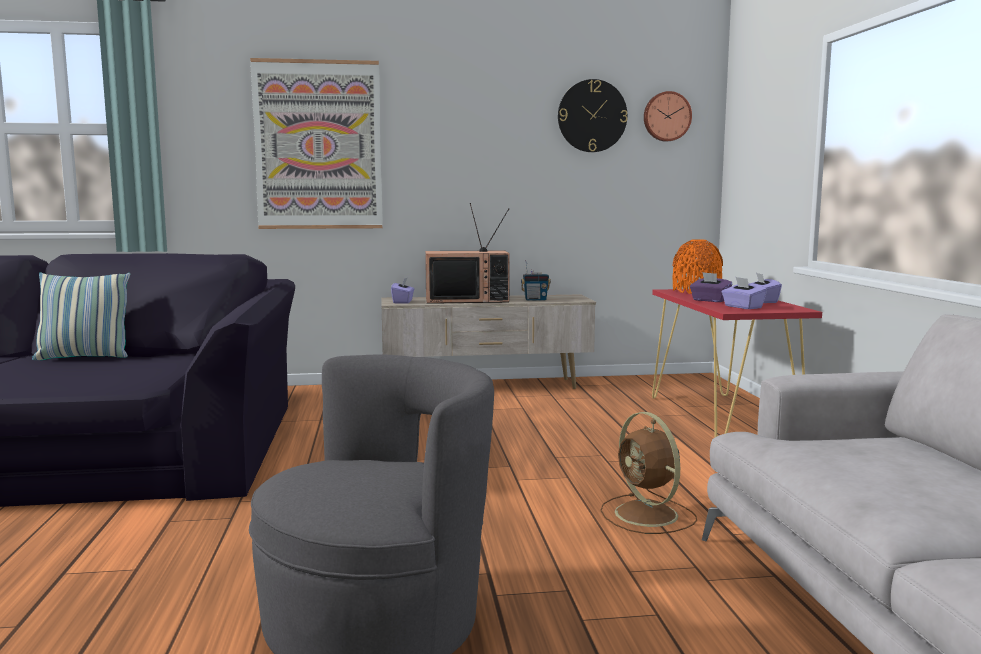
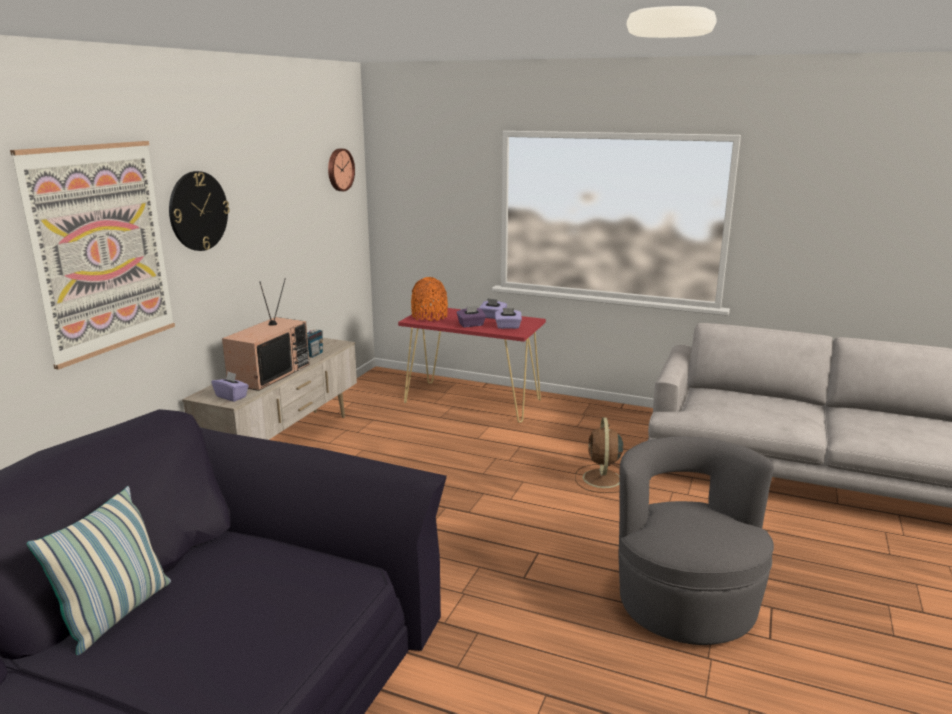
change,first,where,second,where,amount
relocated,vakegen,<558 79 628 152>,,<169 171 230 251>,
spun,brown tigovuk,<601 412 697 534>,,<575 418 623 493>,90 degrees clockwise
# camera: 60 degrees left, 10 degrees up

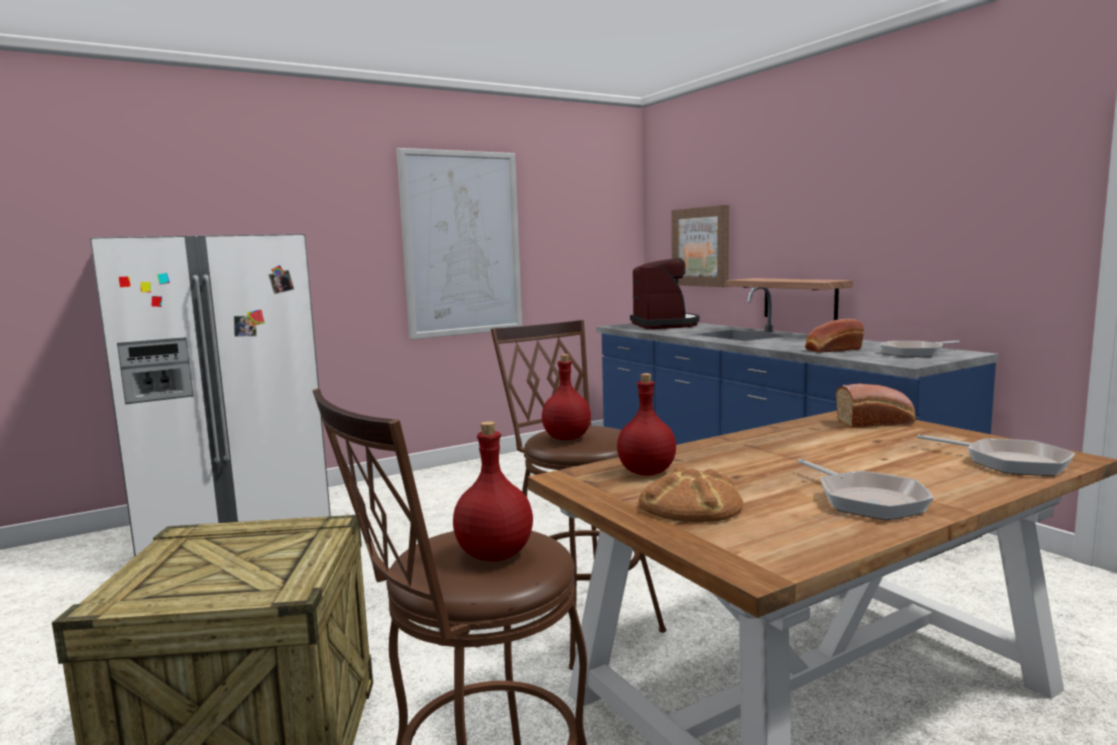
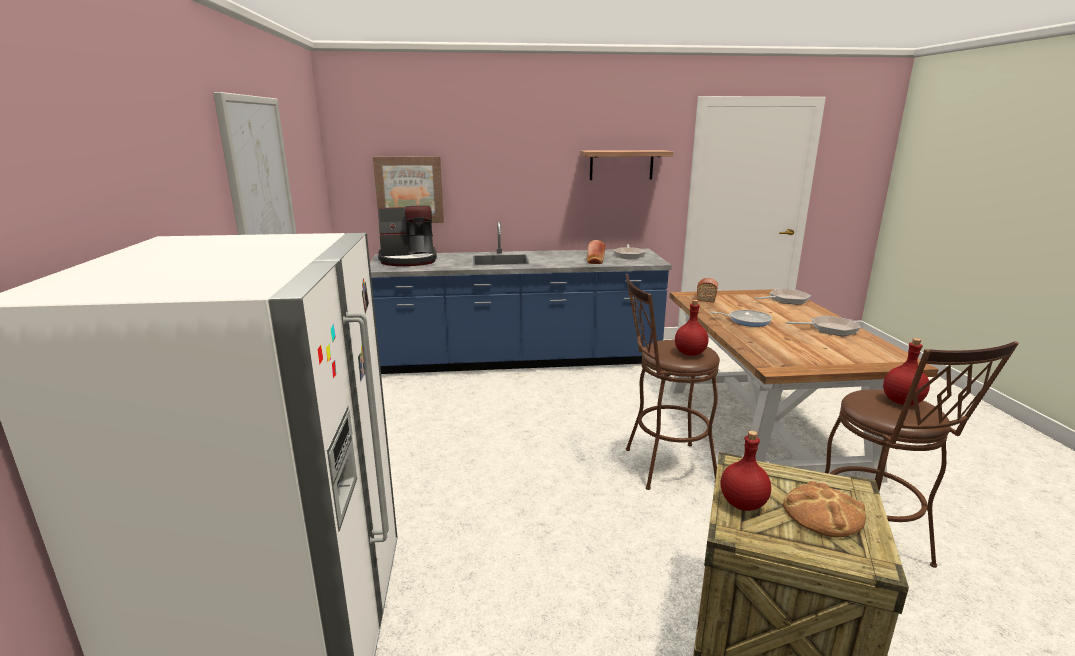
change,first,where,second,where,amount
spun,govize,<630 258 699 329>,,<378 205 437 266>,150 degrees clockwise
relocated,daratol,<727 278 853 320>,,<580 150 673 180>,
relocated,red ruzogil,<617 373 676 475>,,<721 431 771 511>,
relocated,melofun,<639 465 743 522>,,<783 481 866 538>,
appeared,,,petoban,<709 310 772 327>,
# camera: 65 degrees left, 10 degrees up

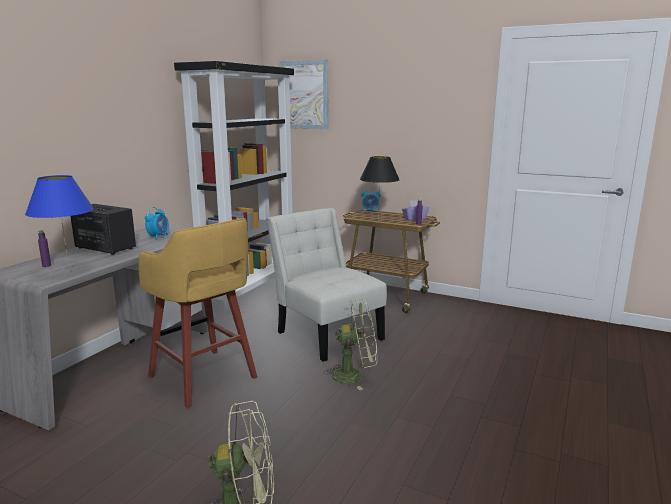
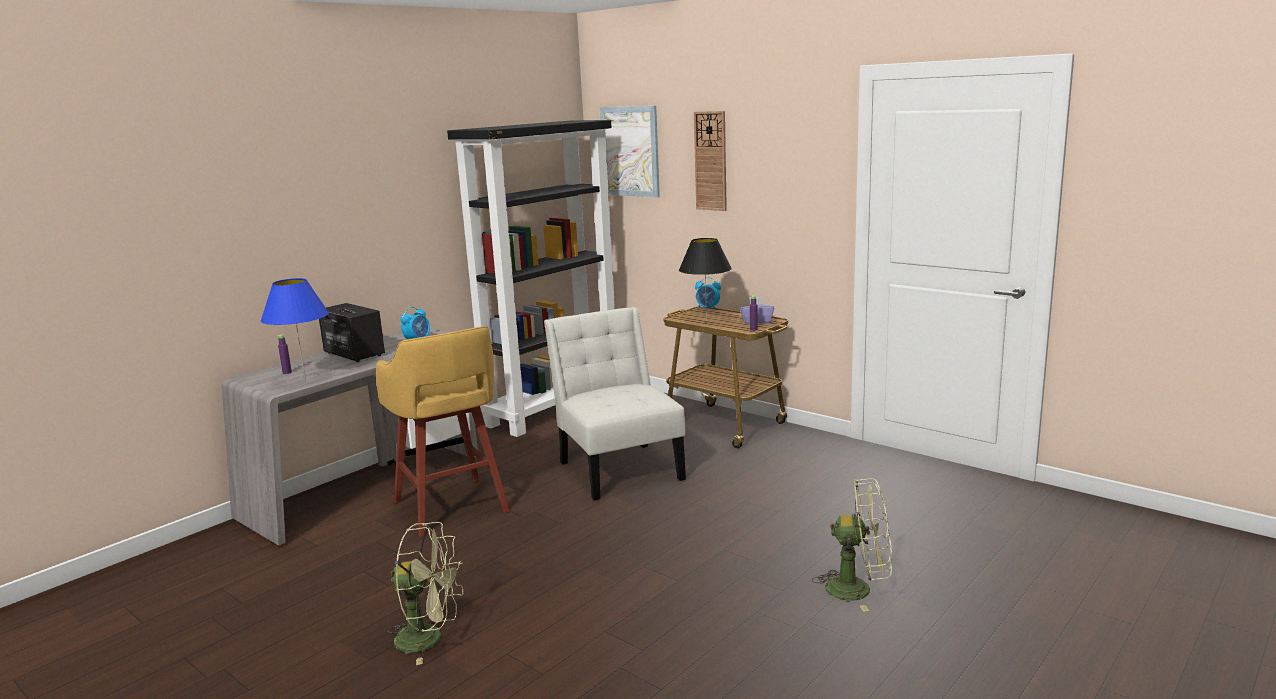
change,first,where,second,where,amount
relocated,green tigovuk,<323 299 377 390>,,<812 478 892 612>,
appeared,,,vakegen,<694 111 727 211>,
# camera: 15 degrees right, 0 degrees up

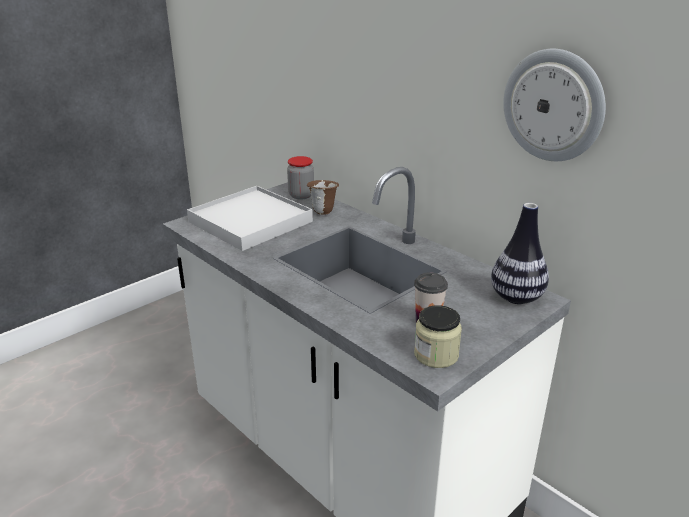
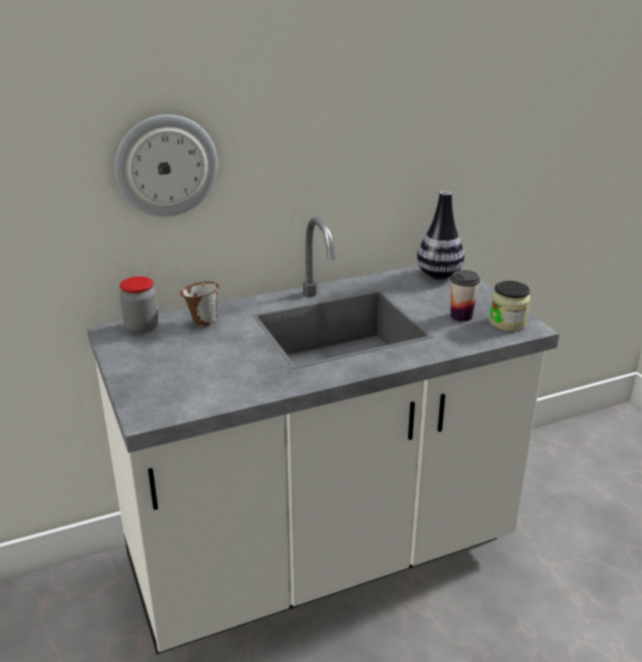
change,first,where,second,where,amount
relocated,vakegen,<503 49 606 161>,,<114 114 218 217>,
missing,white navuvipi,<187 186 313 251>,,,
# camera: 70 degrees left, 0 degrees up

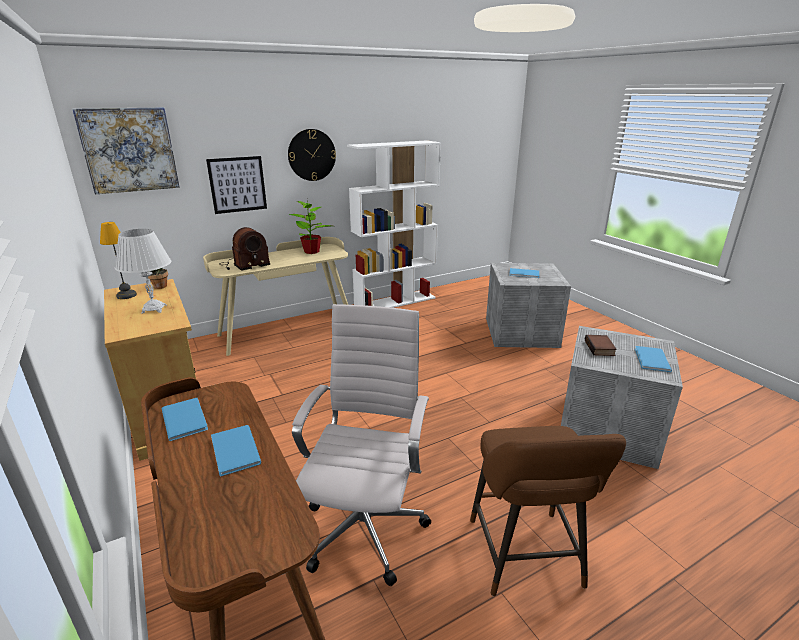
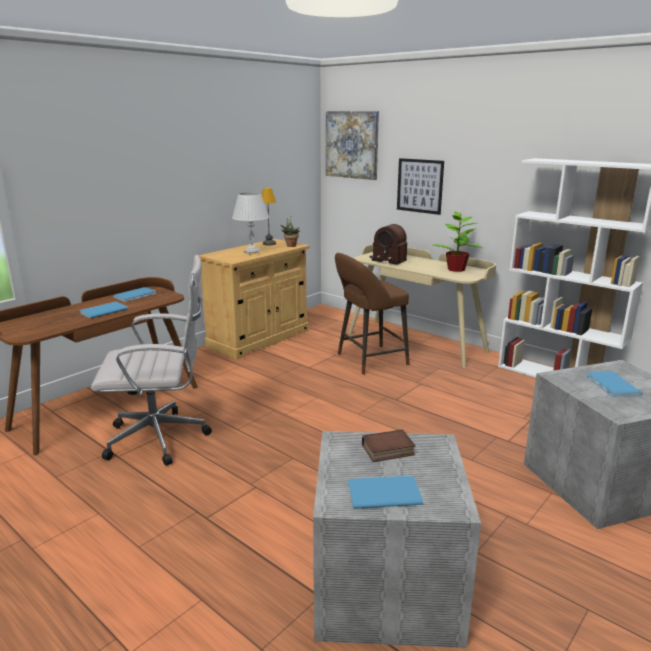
change,first,where,second,where,amount
missing,vakegen,<288 129 336 181>,,,
relocated,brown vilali,<470 426 626 596>,,<335 253 409 375>,
# camera: 70 degrees right, 5 degrees down

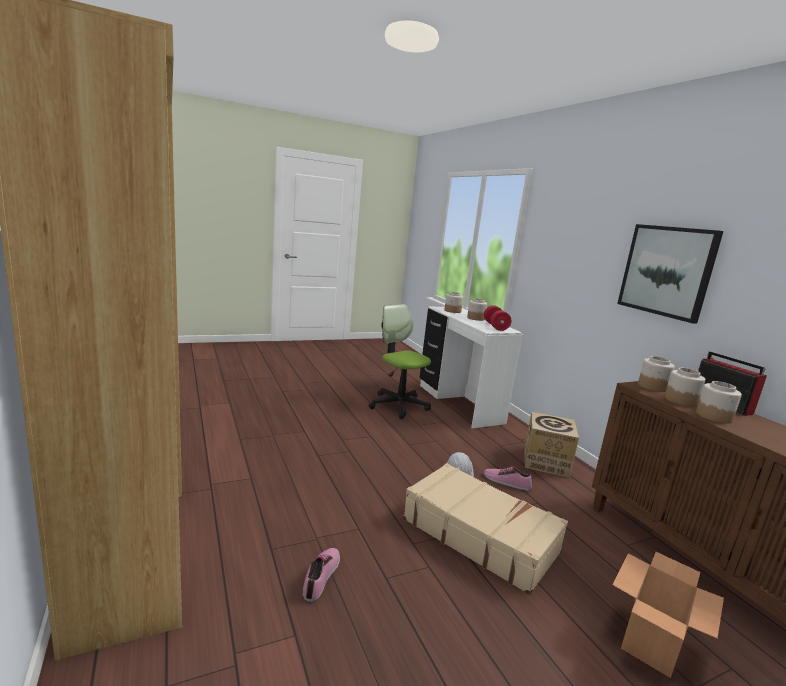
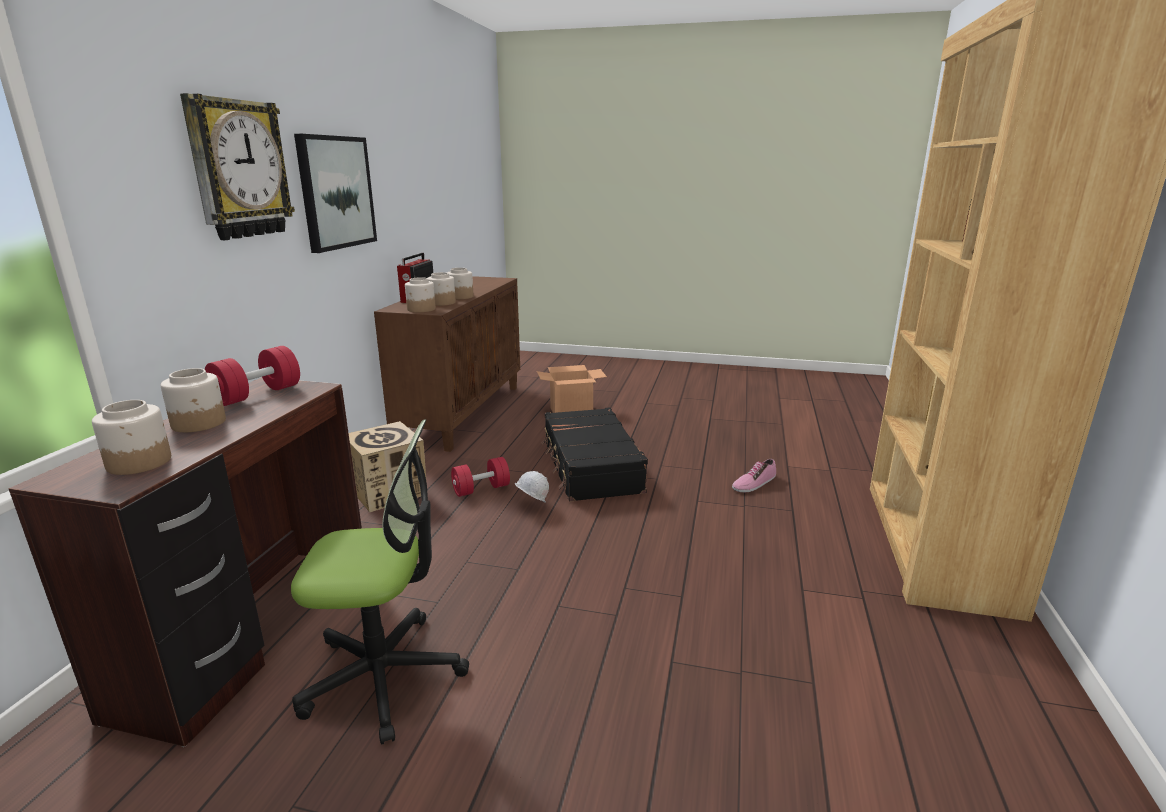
change,first,where,second,where,amount
spun,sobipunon,<369 304 431 419>,,<291 419 469 744>,90 degrees counterclockwise
colour,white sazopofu,<420 307 523 429>,brown sazopofu,<9 377 362 747>,
colour,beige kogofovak,<403 463 568 595>,black kogofovak,<542 407 648 502>,
exchanged,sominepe,<484 467 533 491>,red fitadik,<451 457 510 497>,
appeared,,,vakegen,<180 93 295 240>,
# camera: 140 degrees left, 5 degrees up

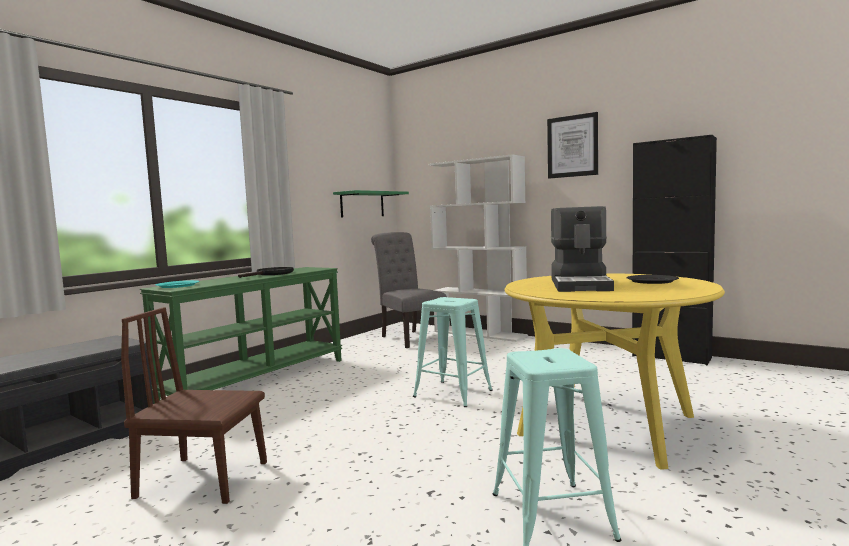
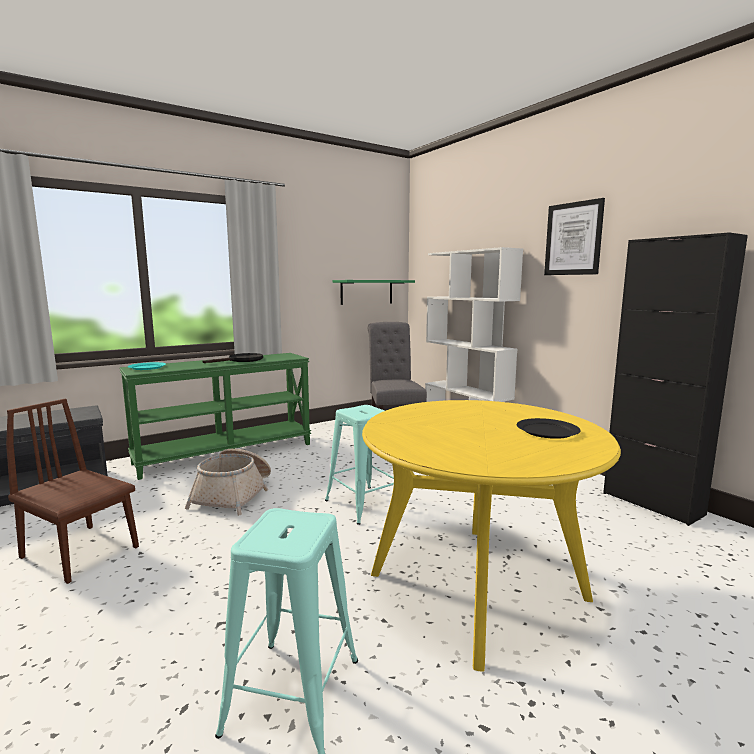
change,first,where,second,where,amount
missing,govize,<551 206 614 292>,,,
appeared,,,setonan,<185 449 271 516>,
# camera: 20 degrees right, 5 degrees up

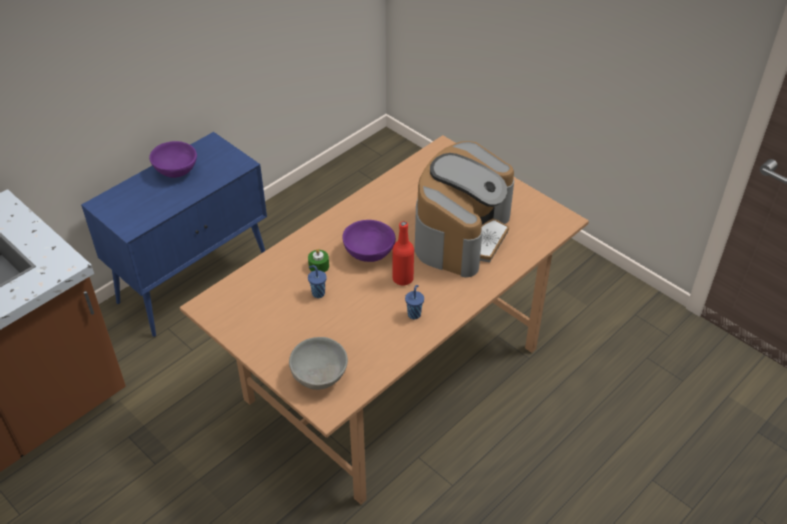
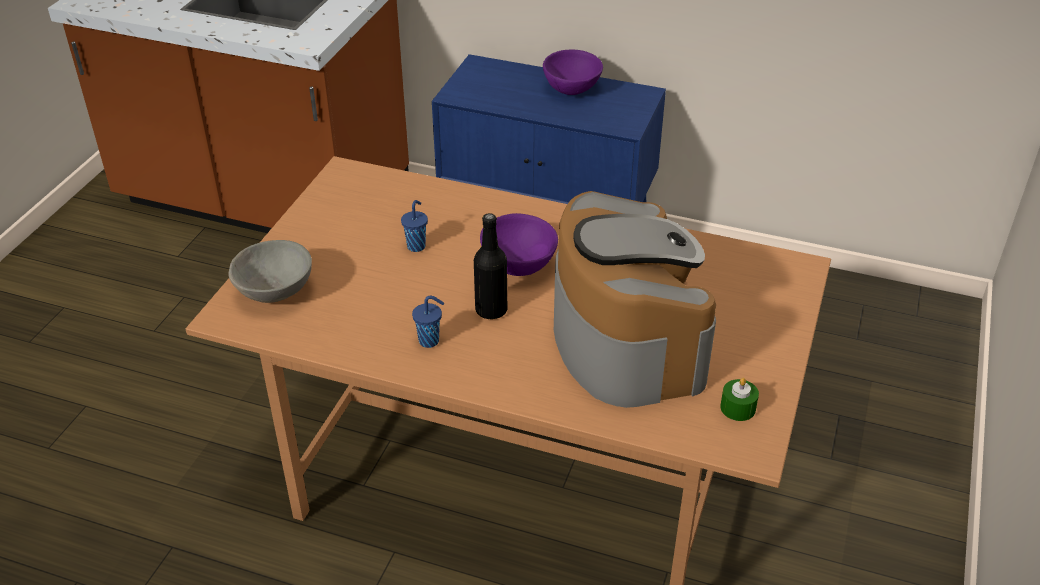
change,first,where,second,where,amount
spun,govize,<415 141 514 277>,,<554 191 716 408>,105 degrees counterclockwise
colour,red ruzogil,<393 221 414 286>,black ruzogil,<474 213 507 320>,
relocated,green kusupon,<308 249 329 273>,,<720 378 759 421>,
# camera: 65 degrees right, 5 degrees down

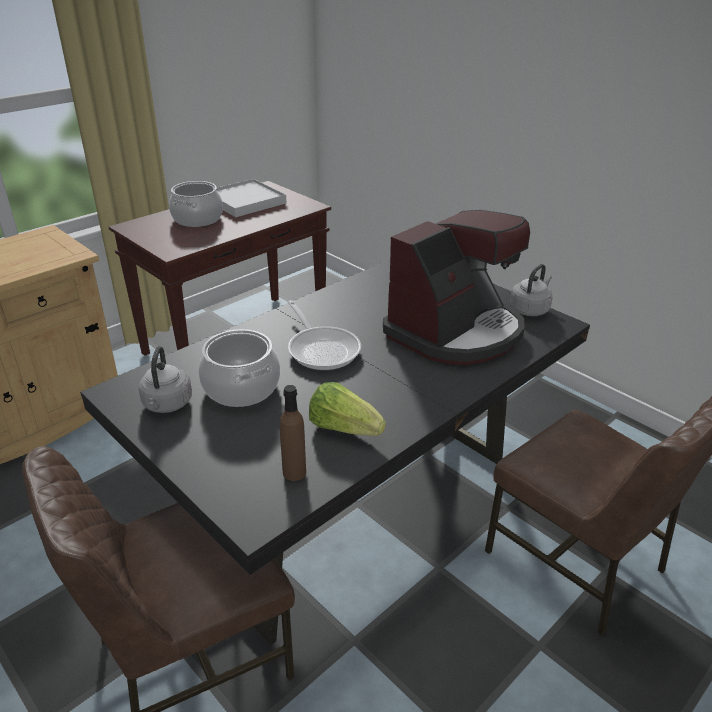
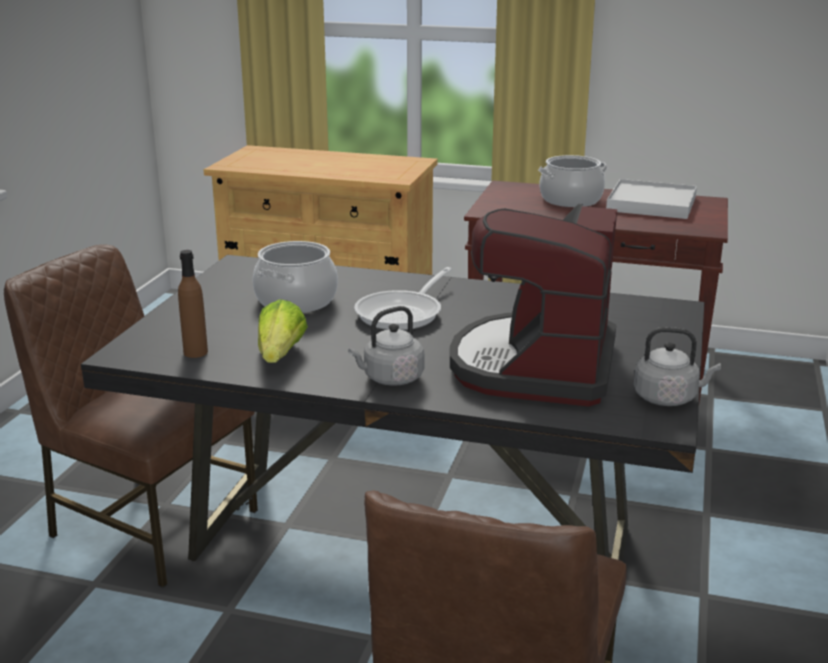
change,first,where,second,where,amount
spun,govize,<383 210 530 365>,,<450 204 617 407>,90 degrees clockwise
relocated,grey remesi,<138 346 192 413>,,<348 306 425 386>,
# camera: 60 degrees right, 10 degrees down

